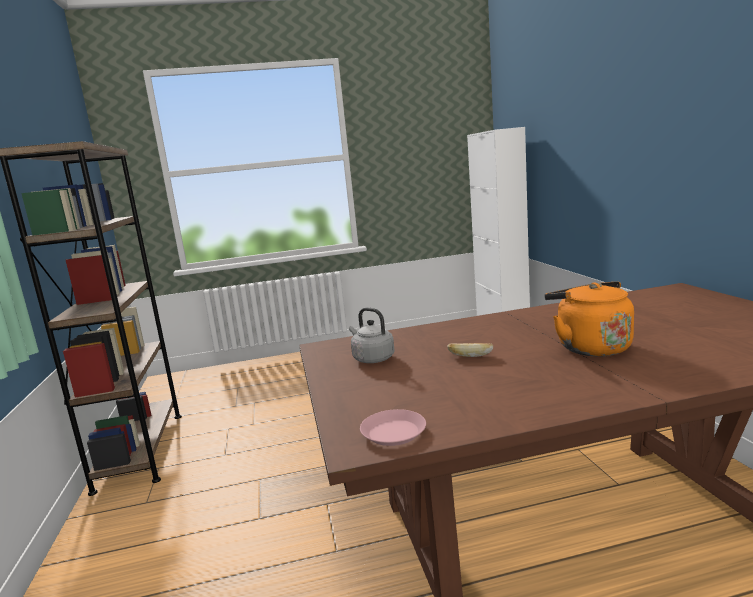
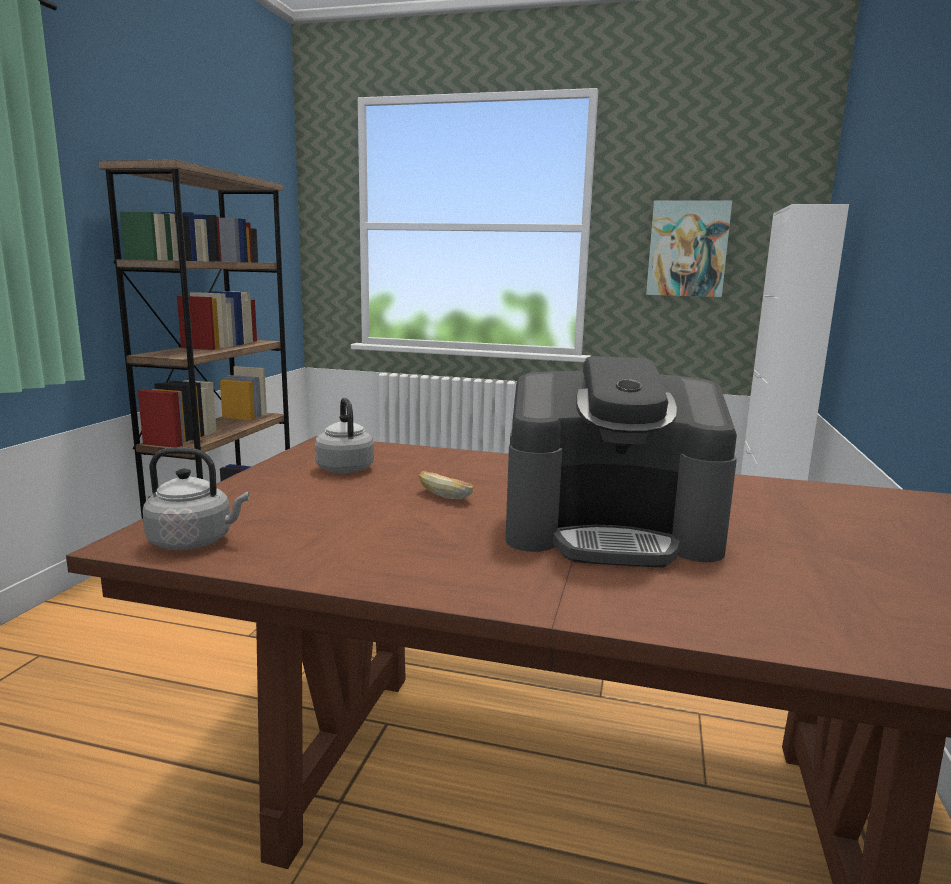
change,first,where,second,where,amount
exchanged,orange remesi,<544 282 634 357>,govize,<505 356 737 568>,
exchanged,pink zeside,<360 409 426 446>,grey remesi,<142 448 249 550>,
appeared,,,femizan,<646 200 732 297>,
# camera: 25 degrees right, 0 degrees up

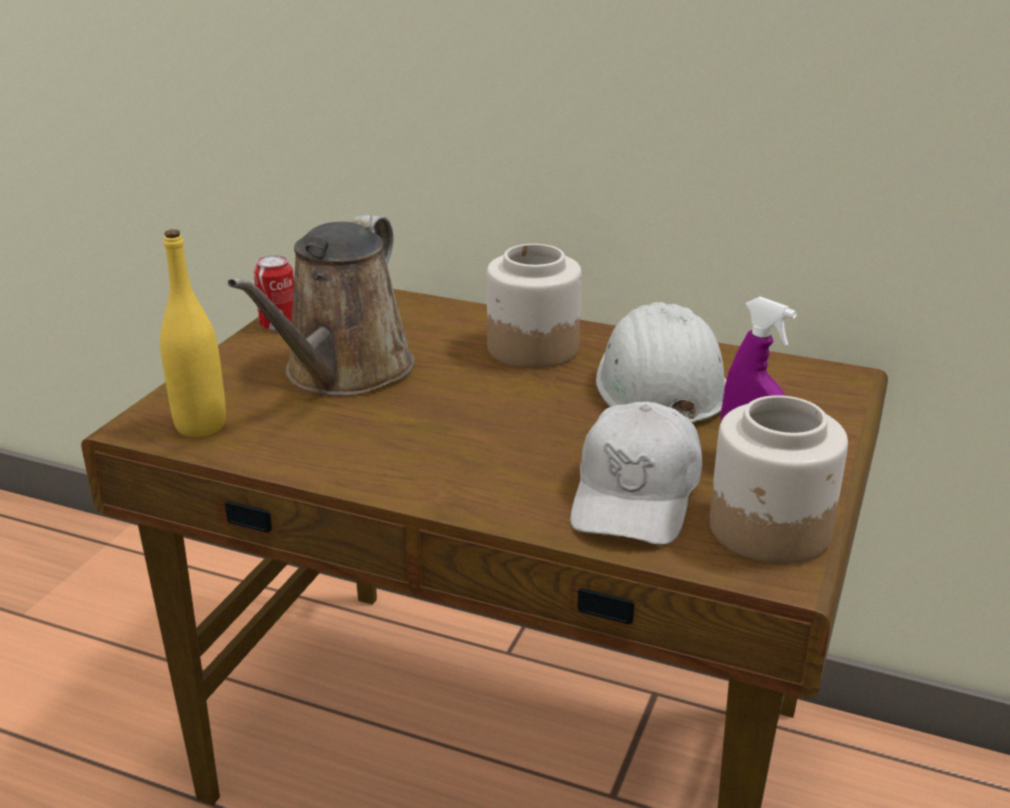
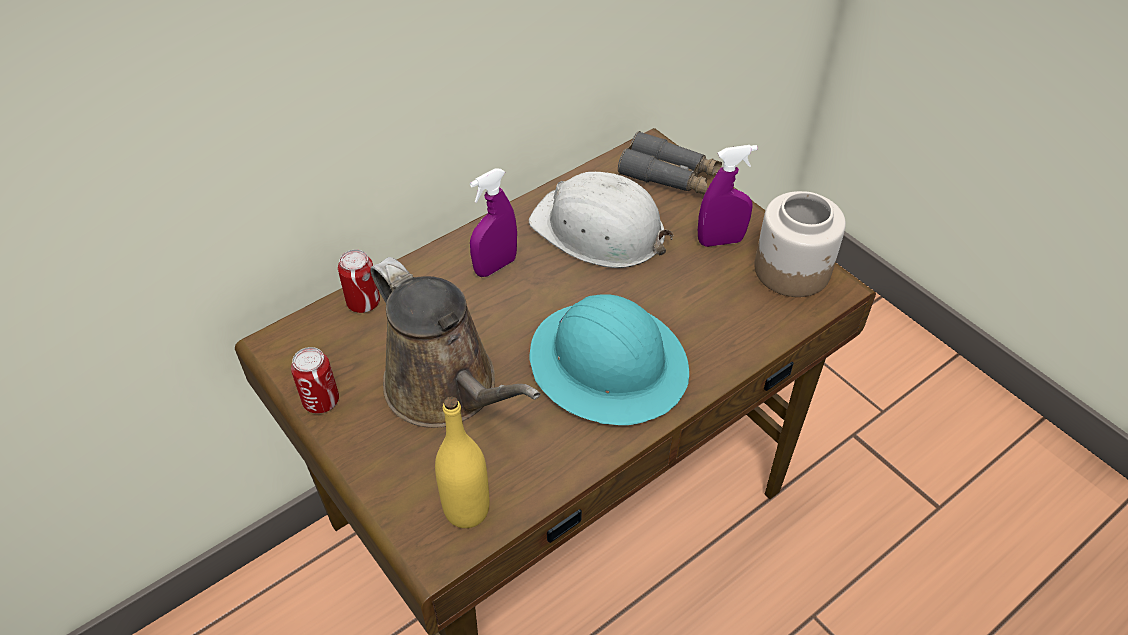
change,first,where,second,where,amount
exchanged,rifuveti,<487 244 582 368>,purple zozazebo,<470 168 517 277>,
missing,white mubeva,<570 402 702 545>,,,
appeared,,,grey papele,<618 131 722 195>,
appeared,,,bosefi,<338 249 380 313>,
appeared,,,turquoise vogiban,<530 294 689 425>,
# camera: 60 degrees left, 20 degrees up

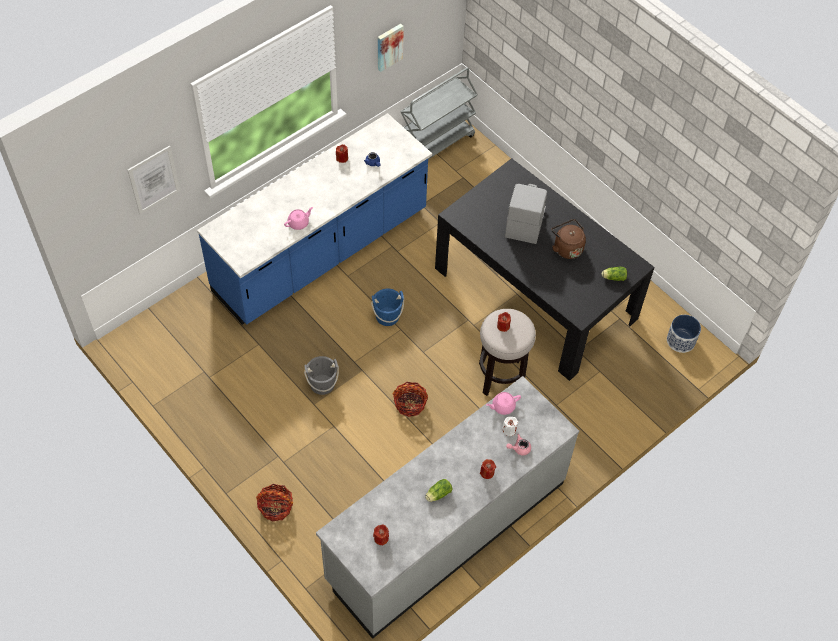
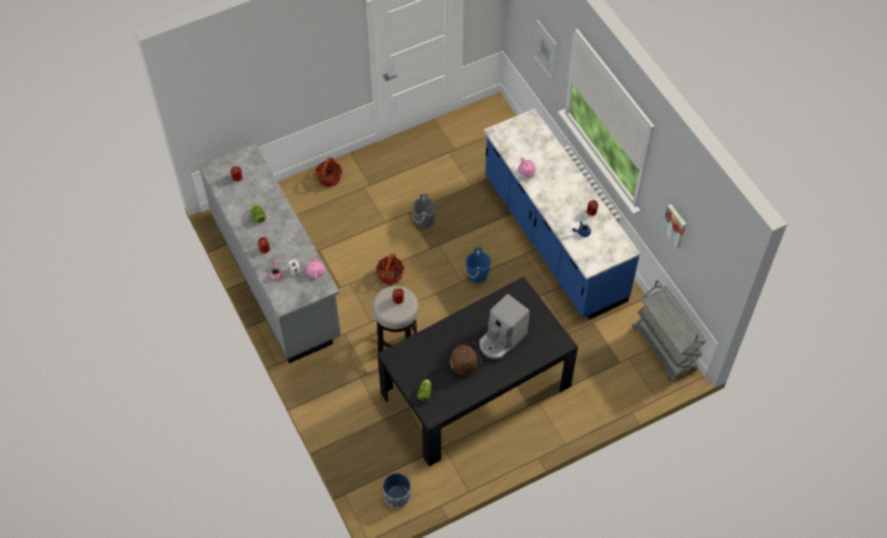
change,first,where,second,where,amount
spun,govize,<505 184 547 244>,,<479 294 530 359>,105 degrees clockwise
# camera: 105 degrees right, 0 degrees up

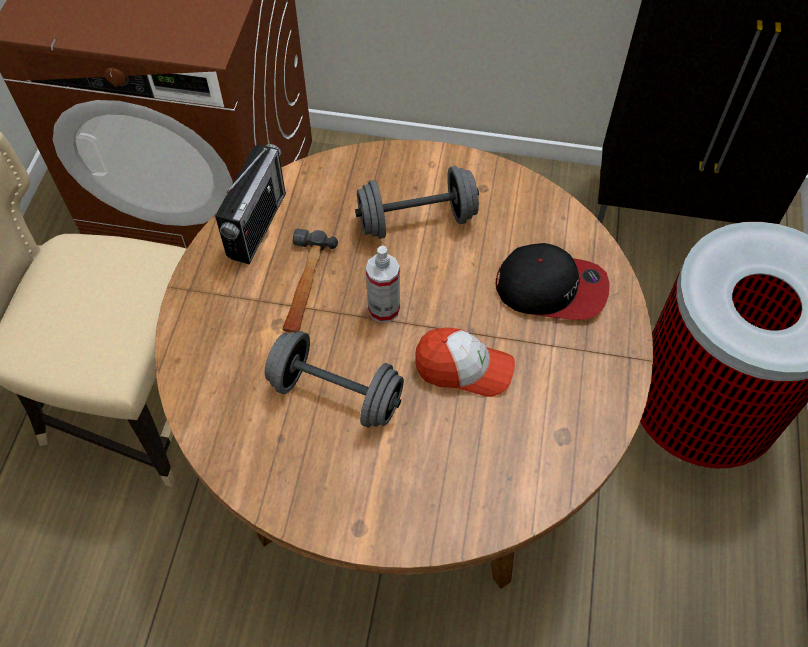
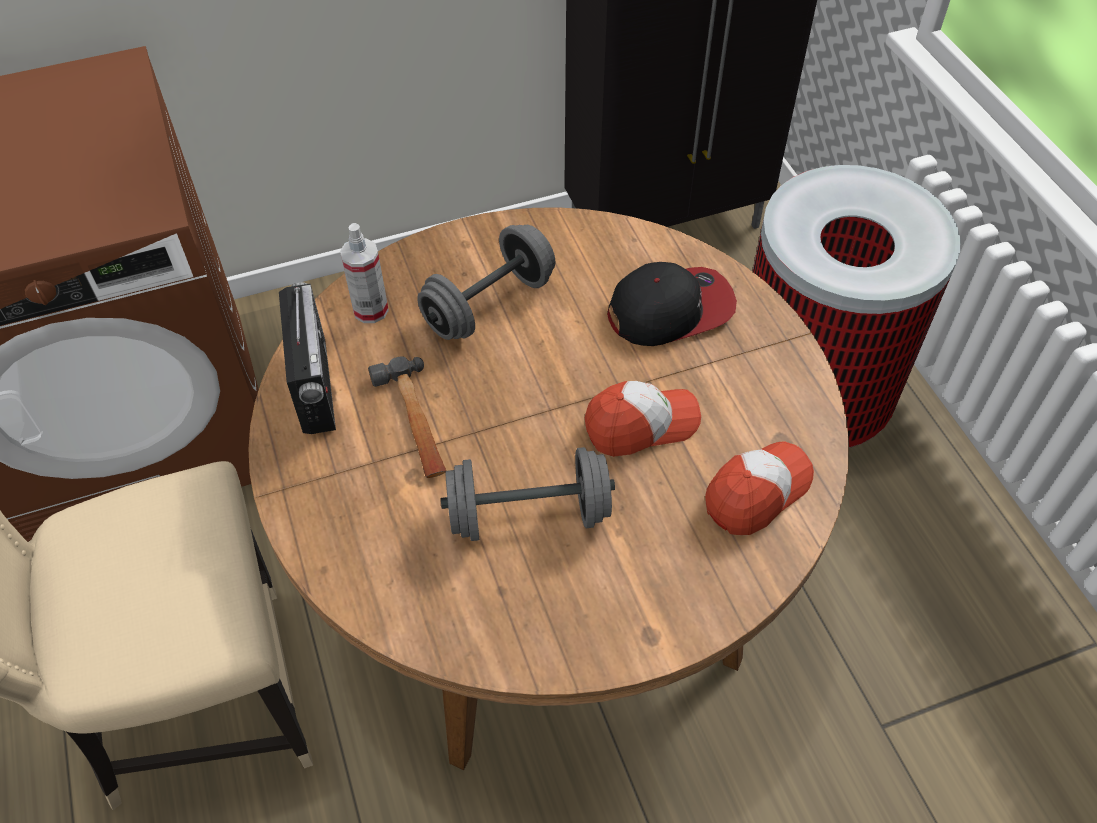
change,first,where,second,where,amount
relocated,zozazebo,<366 246 400 323>,,<340 223 389 323>,
appeared,,,mubeva,<705 441 814 535>,
# camera: 30 degrees left, 5 degrees down

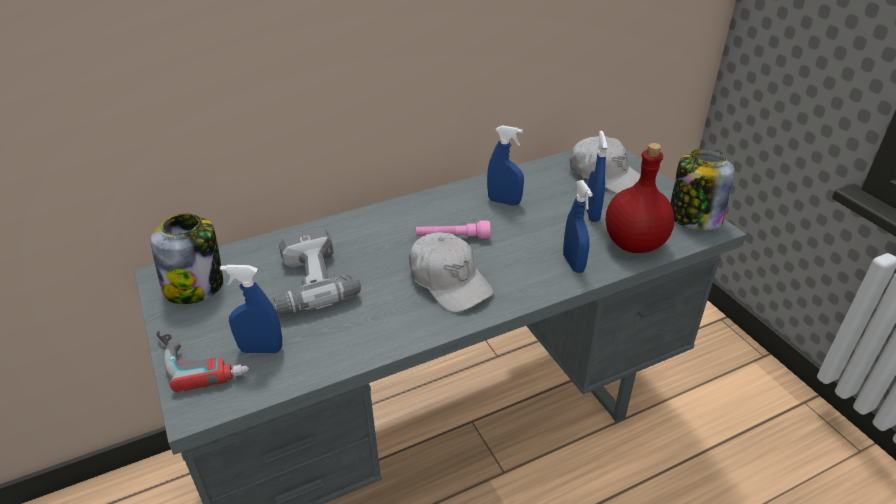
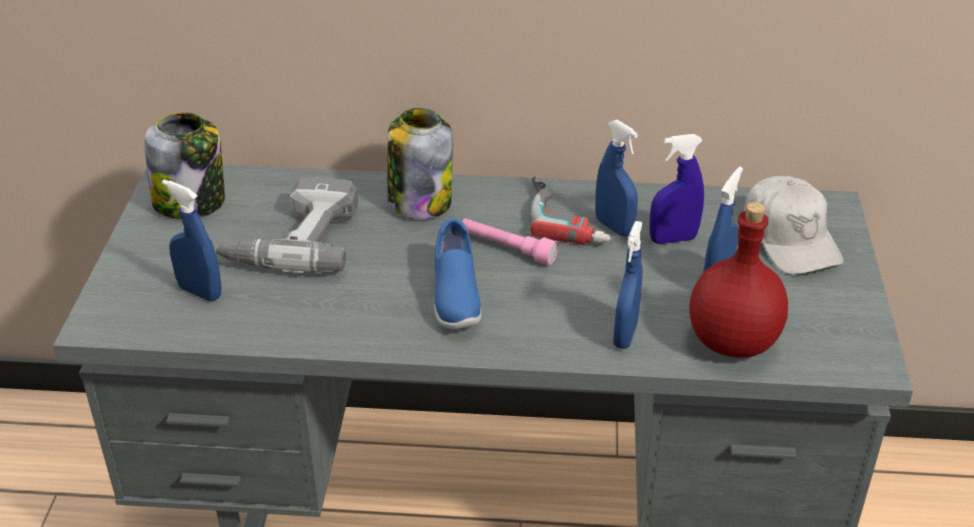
change,first,where,second,where,amount
relocated,rifuveti,<671 149 735 231>,,<387 108 453 219>,
exchanged,white mubeva,<409 232 494 313>,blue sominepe,<434 218 482 329>,
relocated,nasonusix,<157 331 249 392>,,<530 176 611 245>,
appeared,,,blue zozazebo,<649 134 704 244>,
# camera: 30 degrees right, 0 degrees up

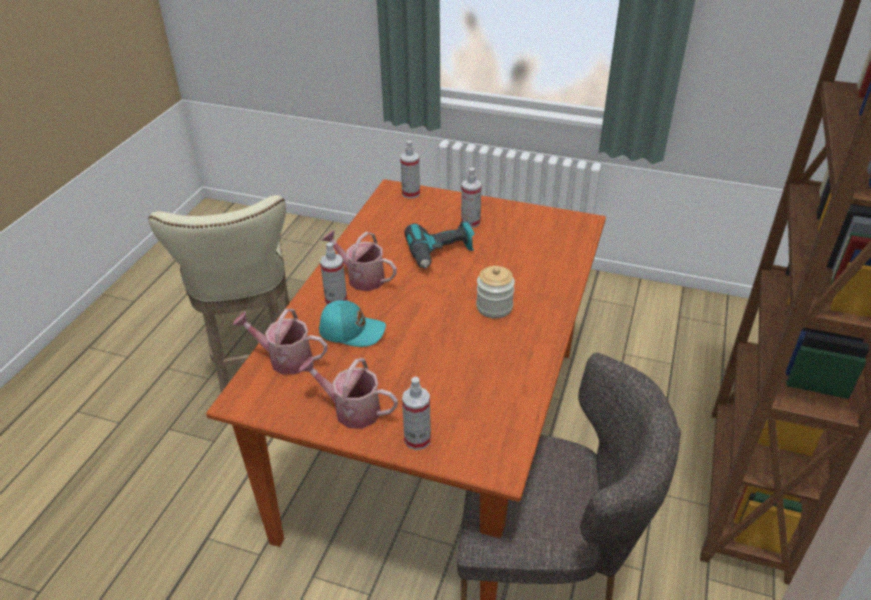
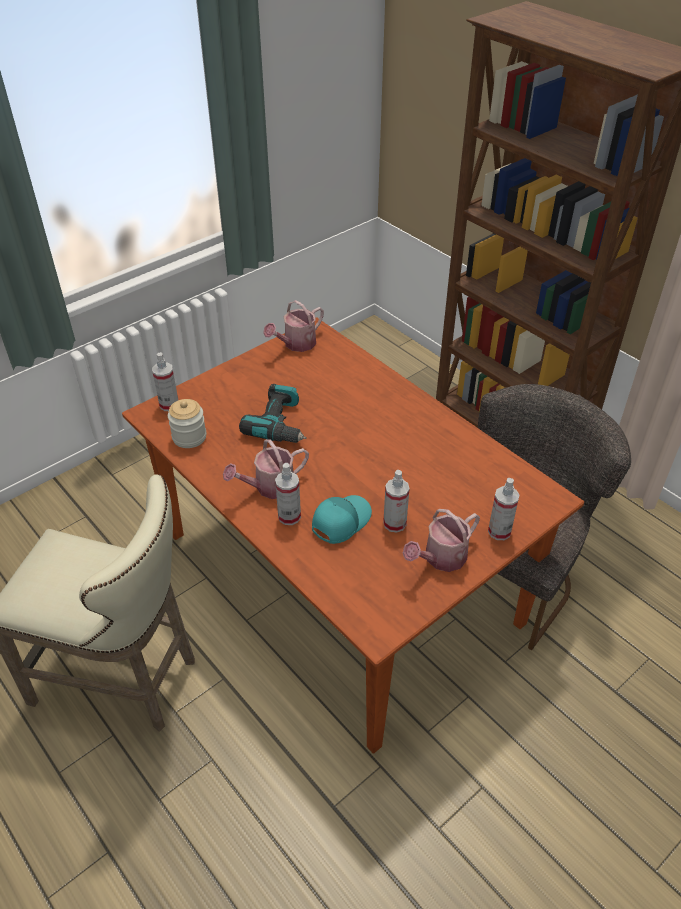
change,first,where,second,where,amount
relocated,zozazebo,<461 168 482 228>,,<383 470 410 533>,
relocated,rifuveti,<476 266 515 318>,,<168 399 206 448>,
relocated,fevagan,<232 309 327 375>,,<263 300 324 352>,
# camera: 60 degrees left, 5 degrees up

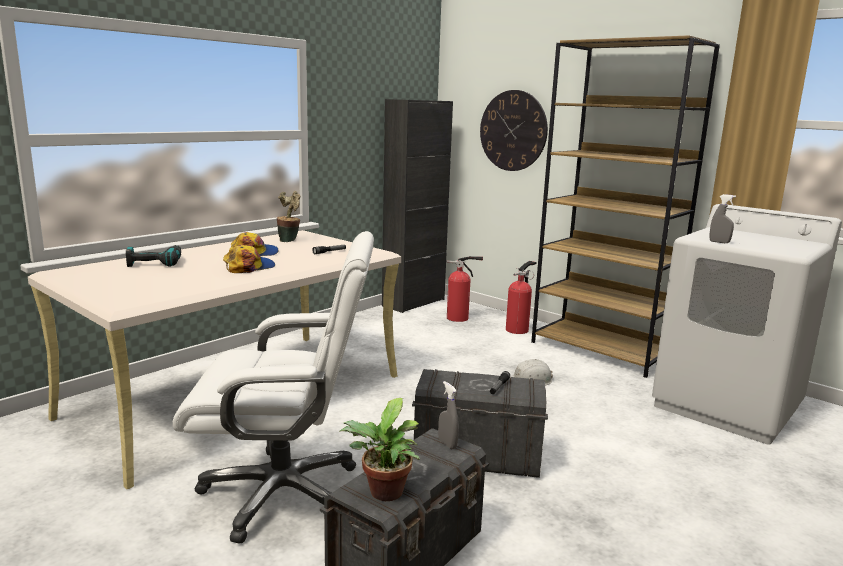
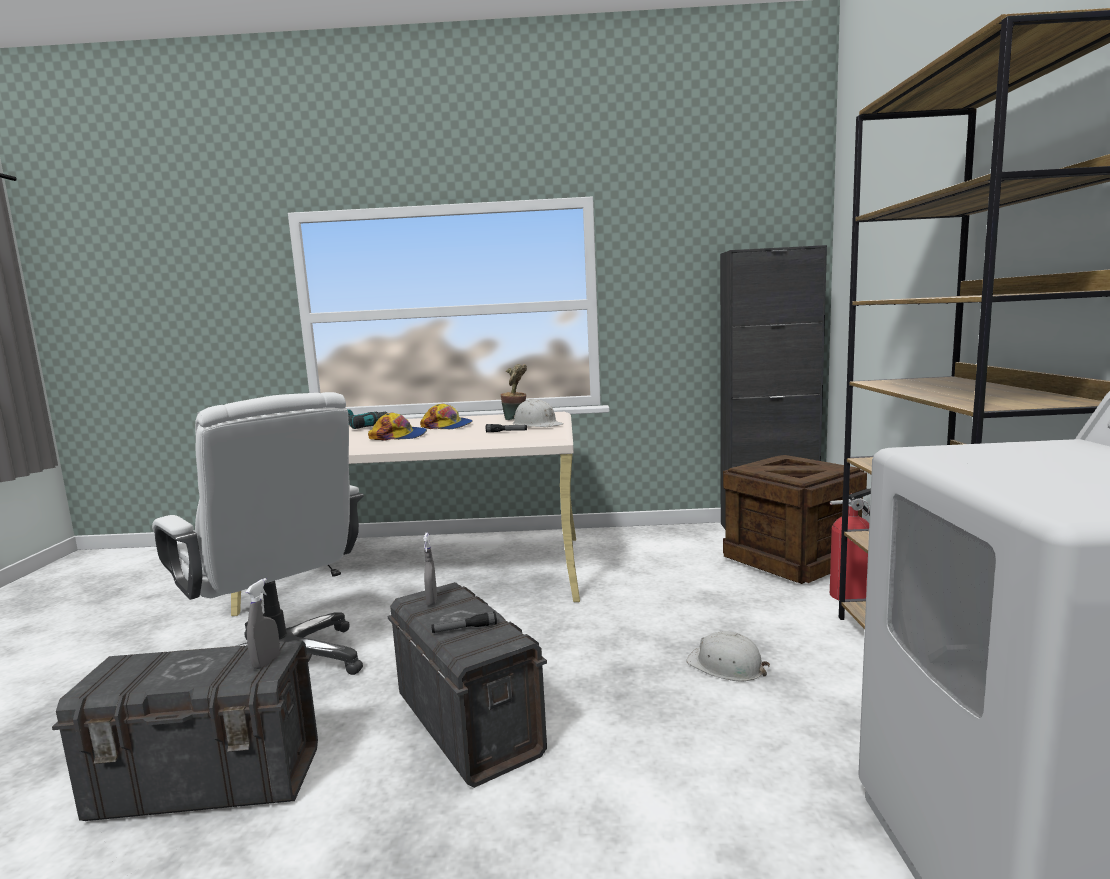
change,first,where,second,where,amount
missing,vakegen,<480 90 548 171>,,,
relocated,grey zozazebo,<710 194 736 243>,,<423 533 437 606>,
exchanged,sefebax,<447 256 483 322>,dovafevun,<723 455 867 584>,
missing,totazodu,<339 398 420 501>,,,
appeared,,,white vogiban,<513 399 564 427>,
# camera: 50 degrees right, 5 degrees down

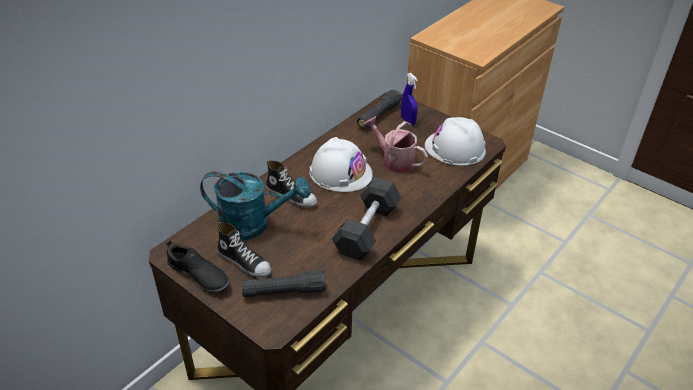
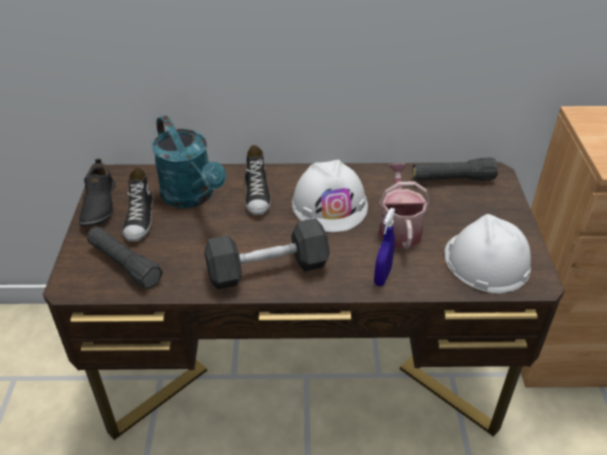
change,first,where,second,where,amount
relocated,blue zozazebo,<401 73 418 125>,,<374 208 395 286>,
# camera: 50 degrees right, 0 degrees up

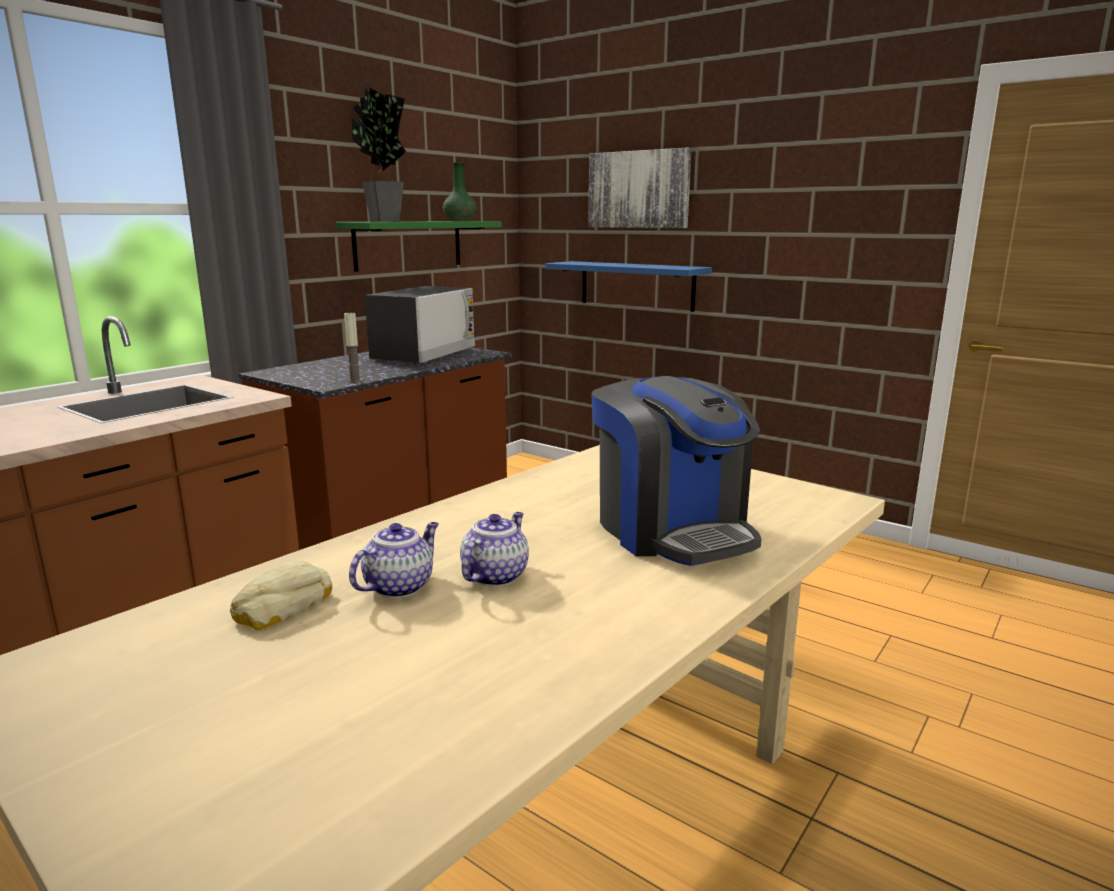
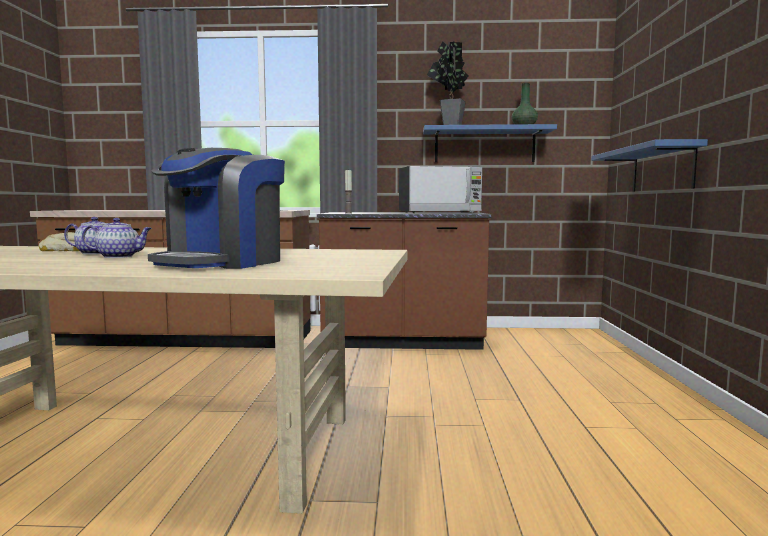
change,first,where,second,where,amount
missing,femizan,<588 148 691 228>,,,
colour,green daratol,<336 221 502 272>,blue daratol,<423 124 557 162>,
# camera: 55 degrees right, 10 degrees down

